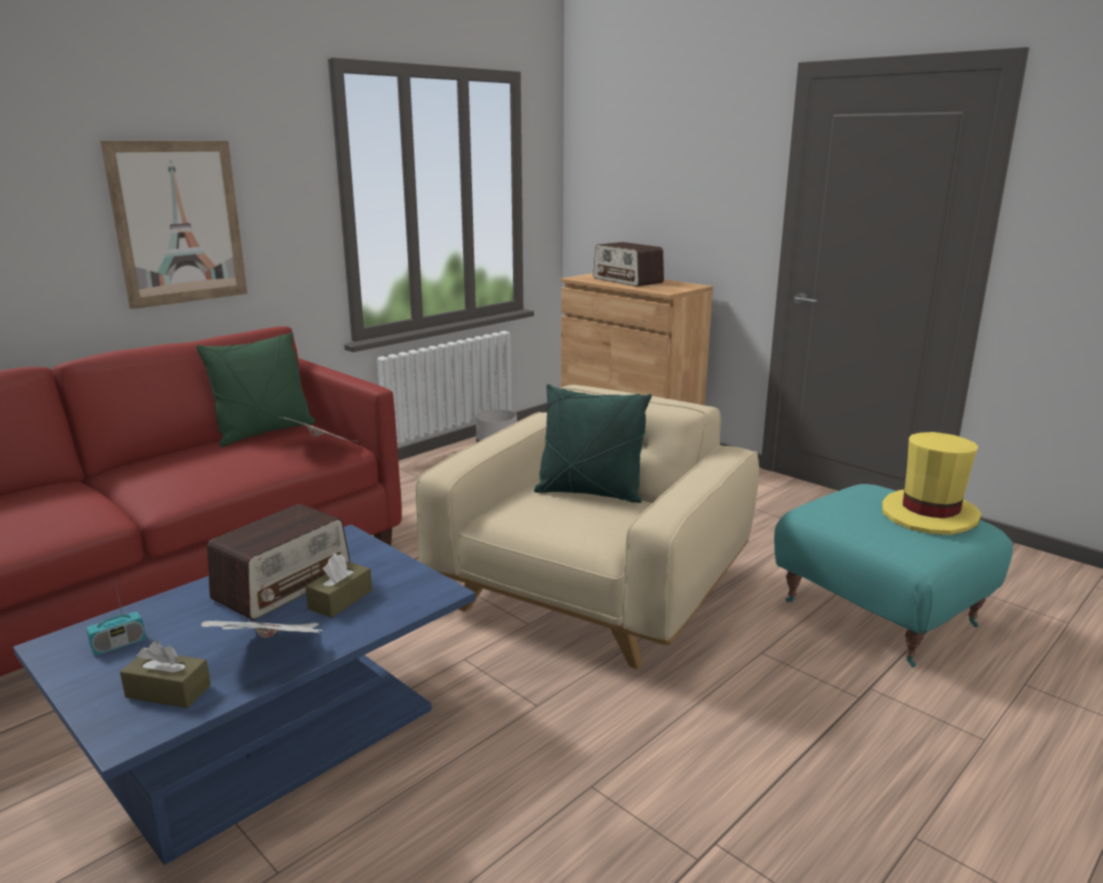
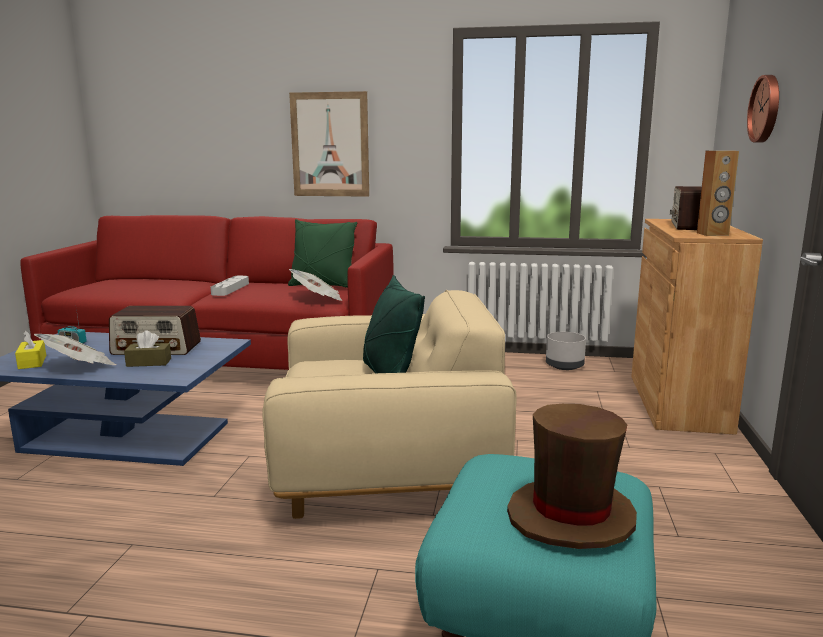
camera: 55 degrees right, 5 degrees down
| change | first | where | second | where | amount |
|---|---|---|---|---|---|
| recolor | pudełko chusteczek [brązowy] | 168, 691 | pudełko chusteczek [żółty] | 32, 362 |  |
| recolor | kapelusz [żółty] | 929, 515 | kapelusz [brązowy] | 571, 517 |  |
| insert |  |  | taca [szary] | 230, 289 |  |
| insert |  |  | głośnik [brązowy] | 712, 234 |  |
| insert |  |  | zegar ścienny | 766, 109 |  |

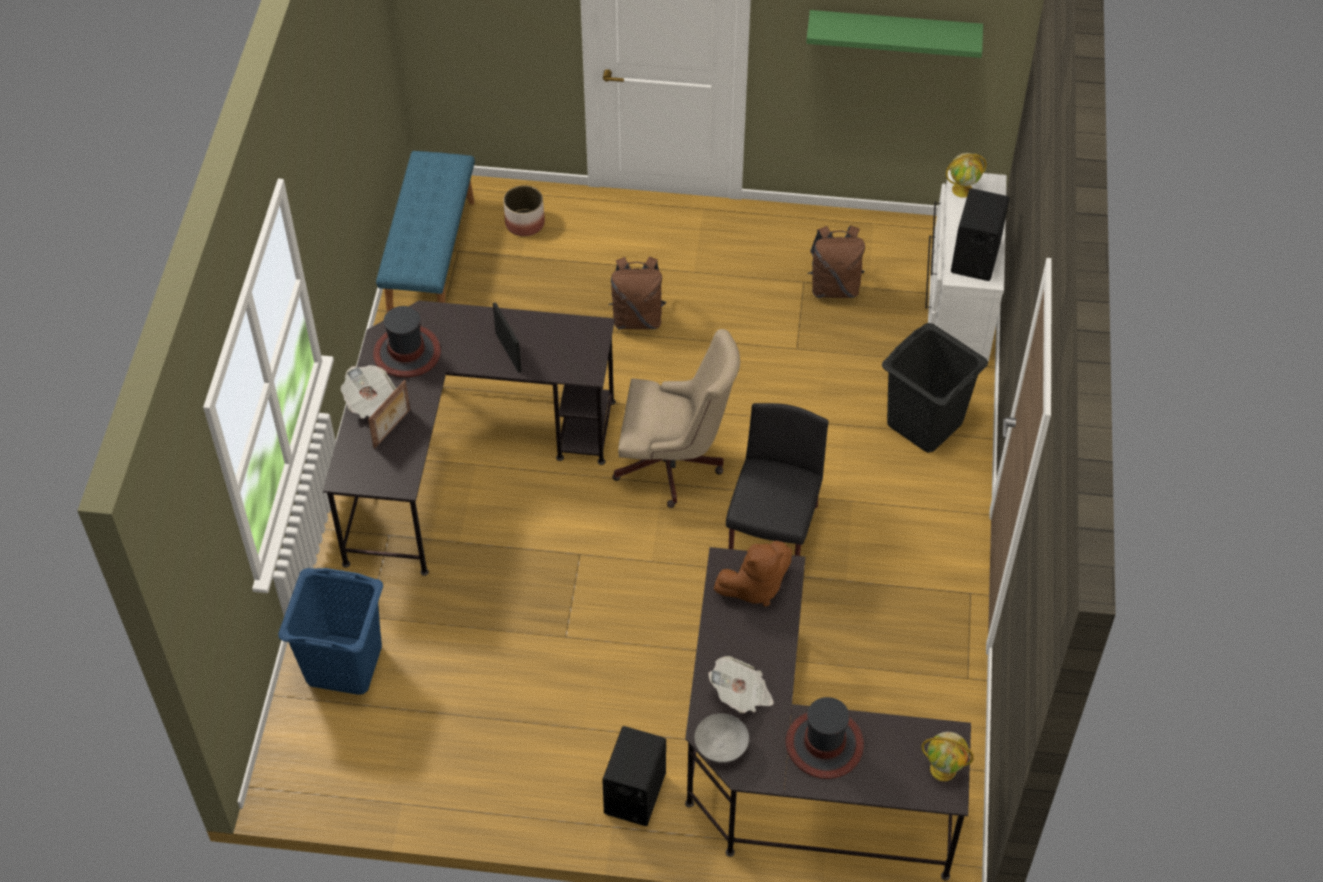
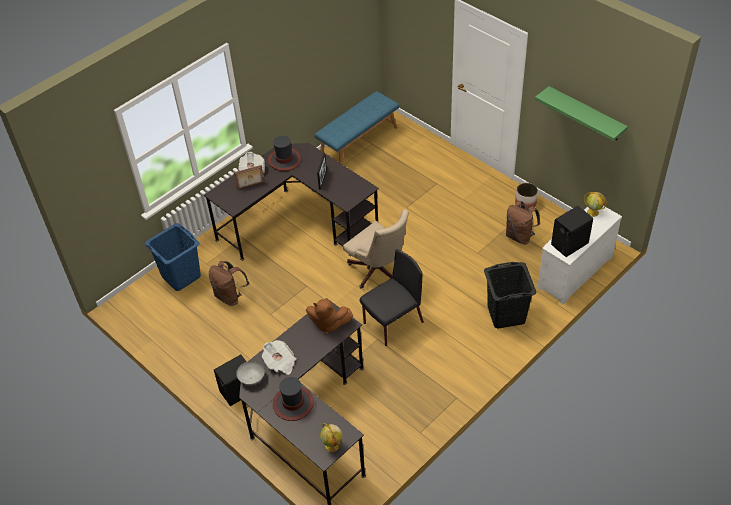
camera: 40 degrees right, 5 degrees down
| change | first | where | second | where | amount |
|---|---|---|---|---|---|
| move | donica | 524, 223 |  | 525, 203 |  |
| move | plecak [brązowy] | 637, 318 |  | 230, 296 |  |

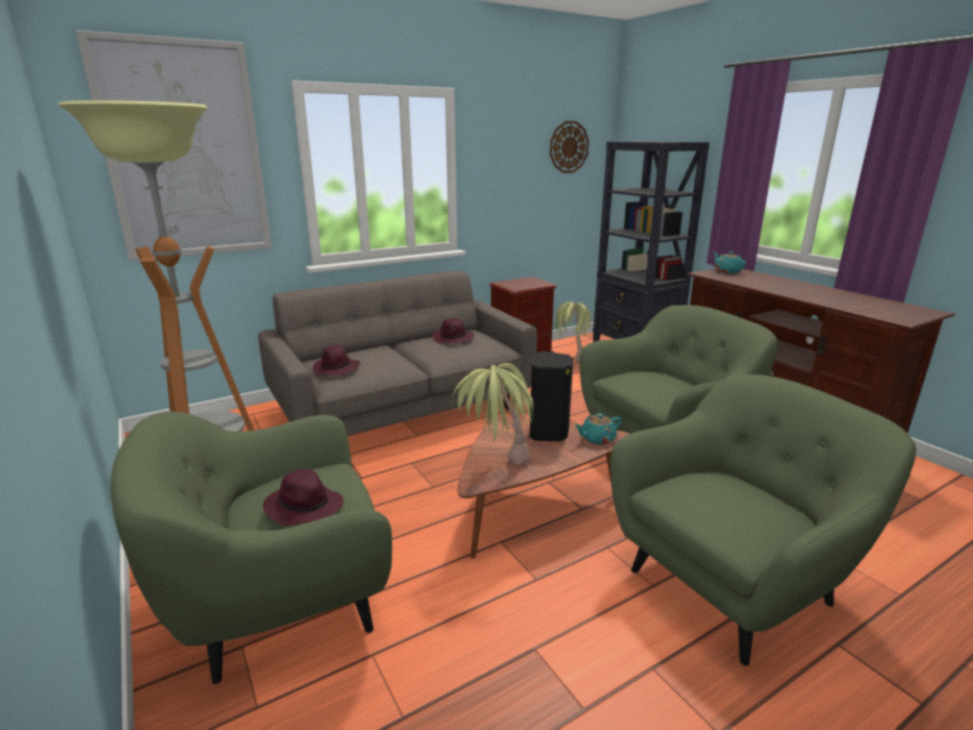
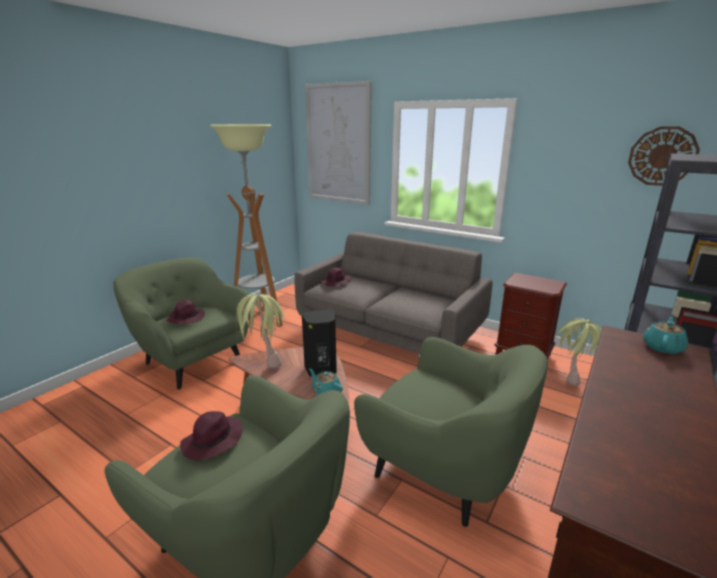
camera: 65 degrees right, 0 degrees up
| change | first | where | second | where | amount |
|---|---|---|---|---|---|
| move | kapelusz [fioletowy] | 453, 339 |  | 212, 441 |  |

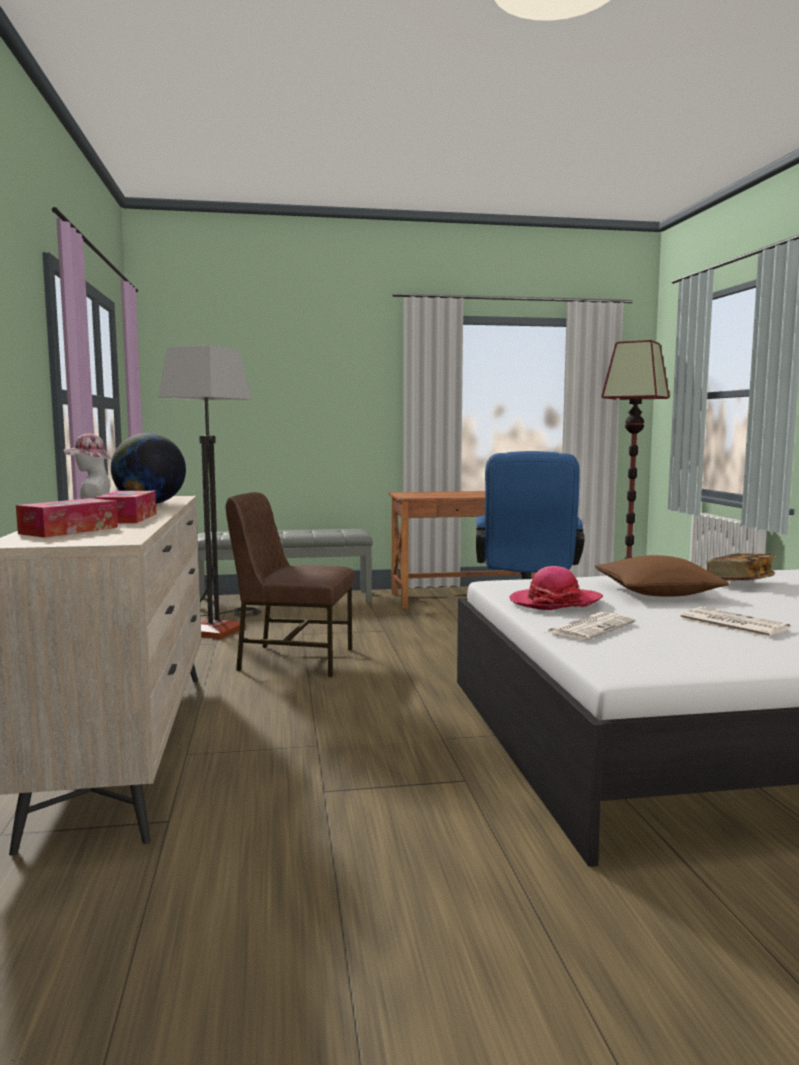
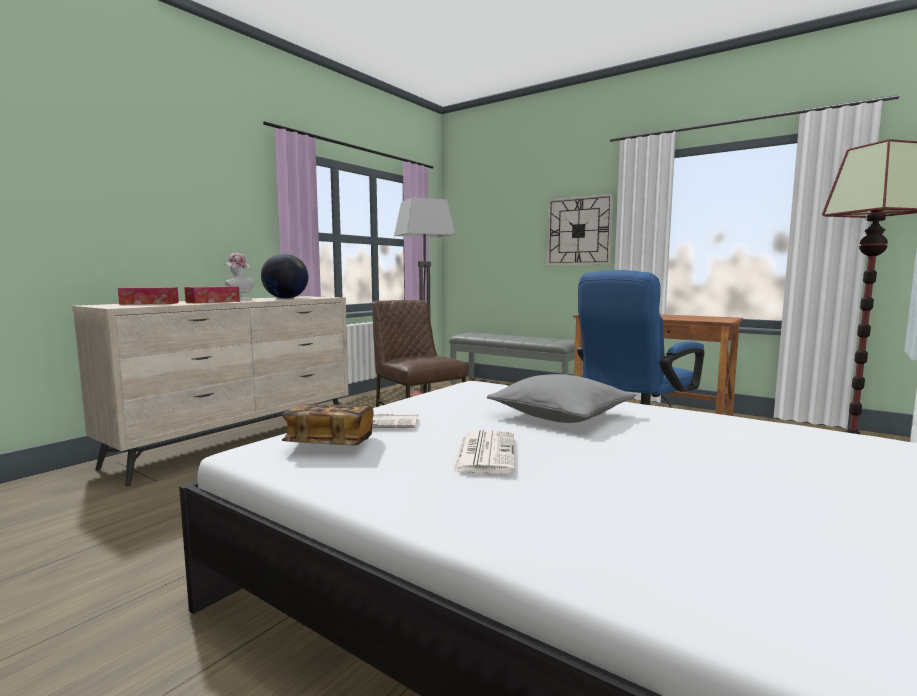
camera: 45 degrees right, 0 degrees up
| change | first | where | second | where | amount |
|---|---|---|---|---|---|
| delete | kapelusz | 555, 602 |  |  |  |
| recolor | poduszka [brązowy] | 657, 592 | poduszka [szary] | 561, 415 |  |
| move | książka | 740, 582 |  | 330, 443 |  |
| insert |  |  | zegar ścienny | 579, 231 |  |

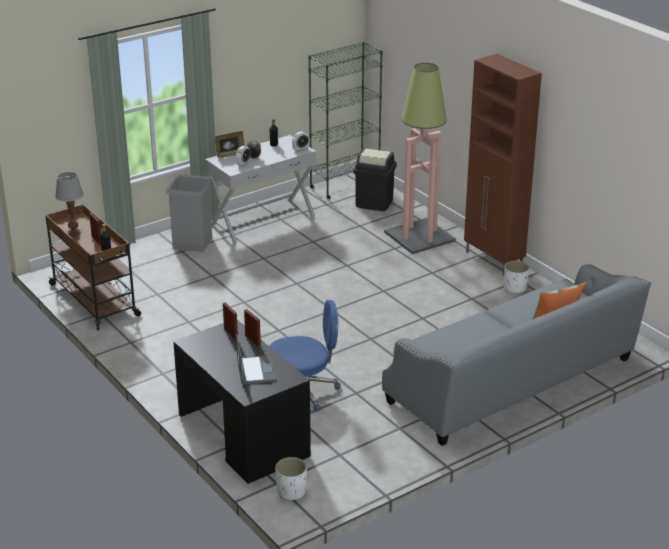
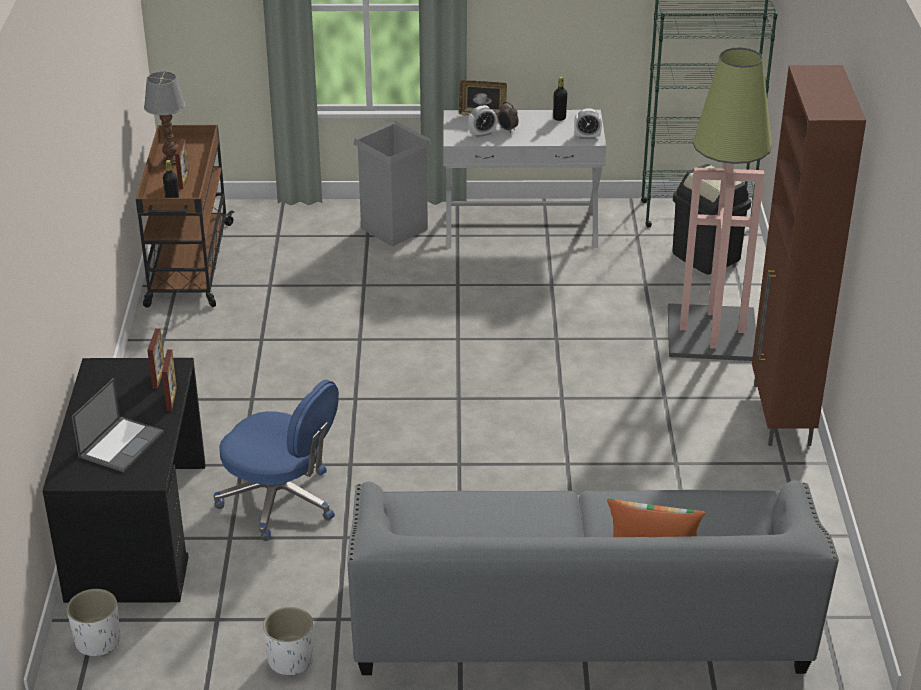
camera: 35 degrees right, 5 degrees up
| change | first | where | second | where | amount |
|---|---|---|---|---|---|
| move | donica [biały] | 514, 288 |  | 290, 660 |  |

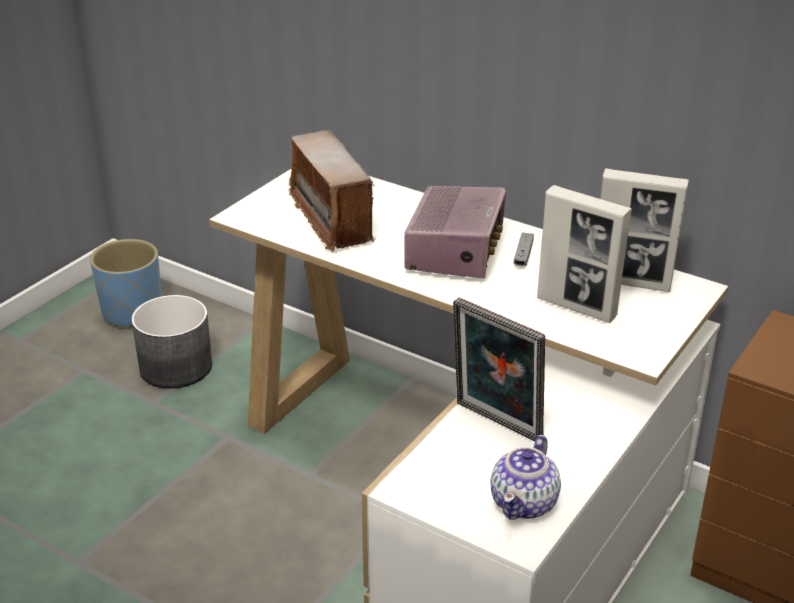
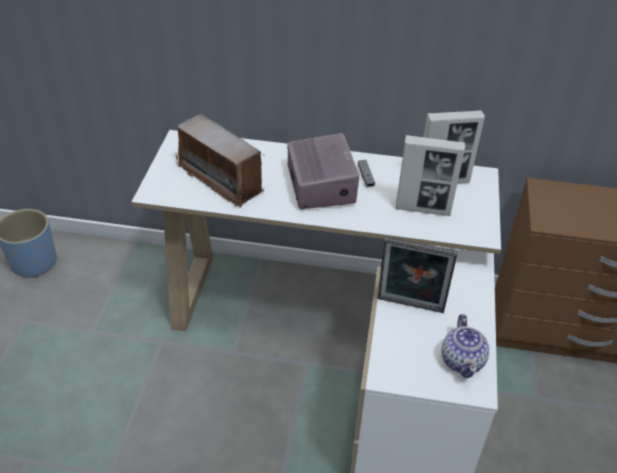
camera: 25 degrees left, 10 degrees up
| change | first | where | second | where | amount |
|---|---|---|---|---|---|
| delete | donica [szary] | 176, 367 |  |  |  |

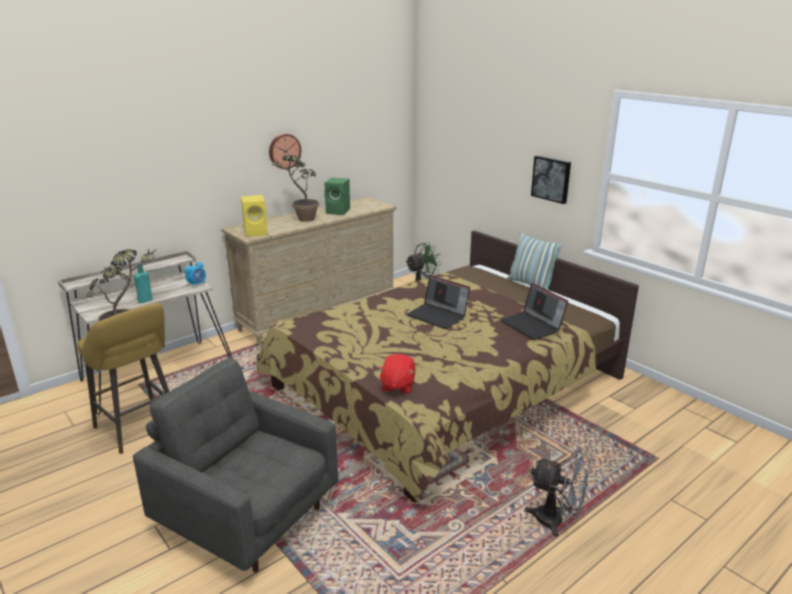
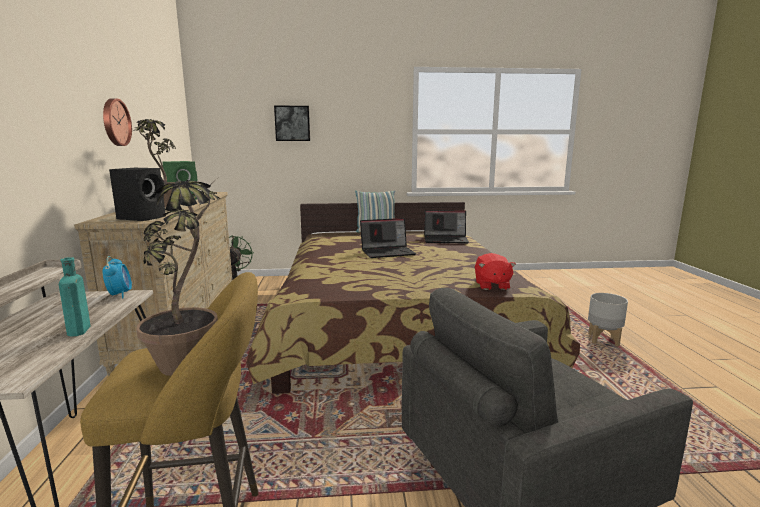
camera: 55 degrees left, 10 degrees down
| change | first | where | second | where | amount |
|---|---|---|---|---|---|
| recolor | głośnik [żółty] | 257, 232 | głośnik [czarny] | 143, 218 |  |
| rotate | pluszak [czerwony] | 397, 386 |  | 491, 285 | 45 degrees clockwise |
| replace | wentylator [szary] | 556, 521 | donica [szary] | 603, 340 |  |
| move | obraz | 551, 179 |  | 292, 123 |  |

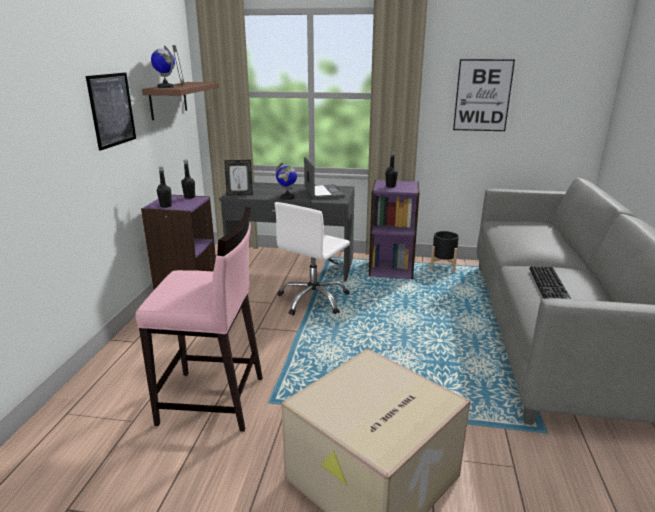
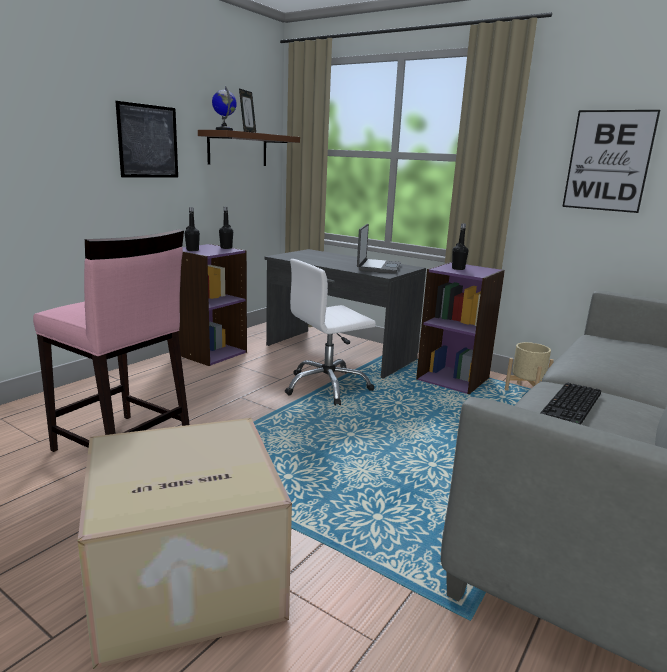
camera: 25 degrees right, 5 degrees down
| change | first | where | second | where | amount |
|---|---|---|---|---|---|
| delete | ramka na zdjęcie | 239, 194 |  |  |  |
| delete | globus | 287, 197 |  |  |  |
| recolor | donica [czarny] | 443, 266 | donica [beżowy] | 525, 391 |  |

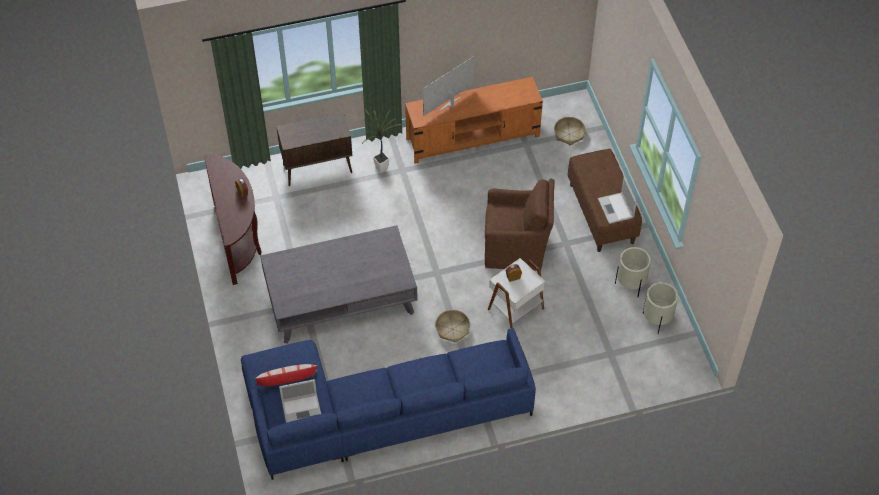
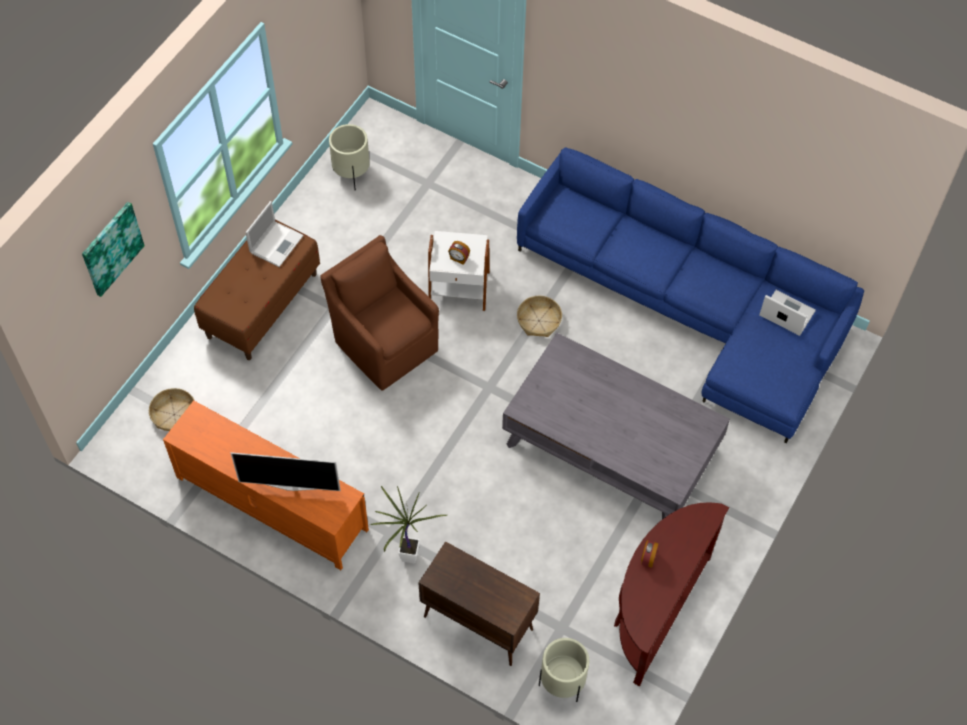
camera: 135 degrees left, 5 degrees up
| change | first | where | second | where | amount |
|---|---|---|---|---|---|
| delete | poduszka | 287, 381 |  |  |  |
| move | donica [beżowy] | 630, 285 |  | 562, 683 |  |
| insert |  |  | obraz | 111, 248 |  |

